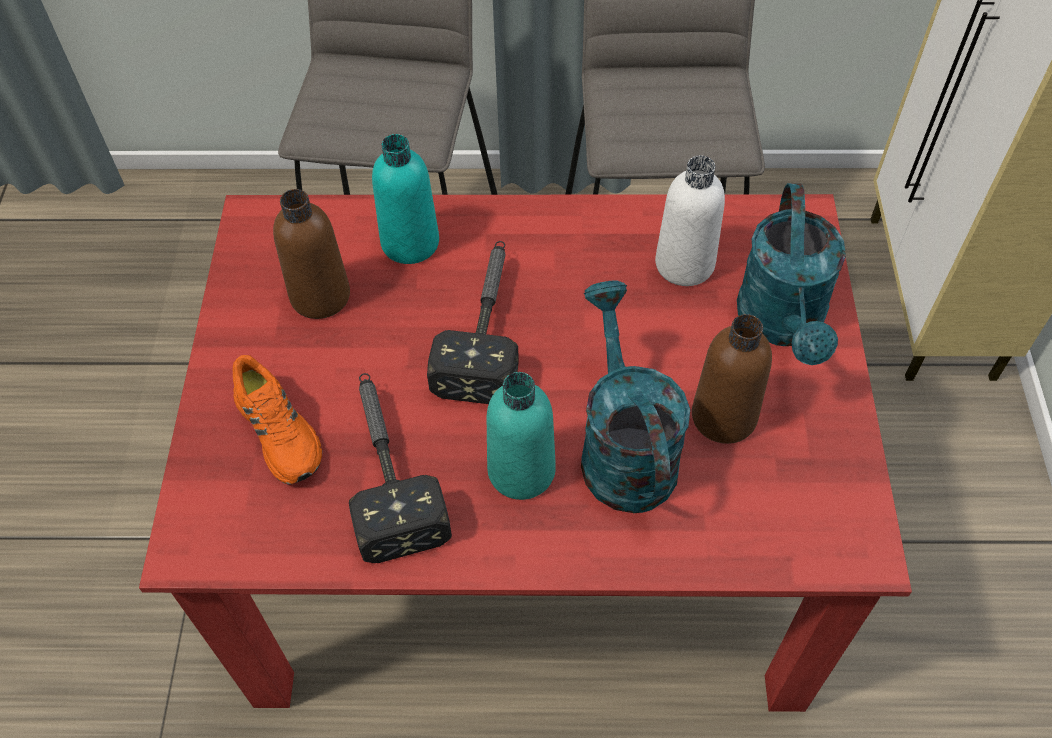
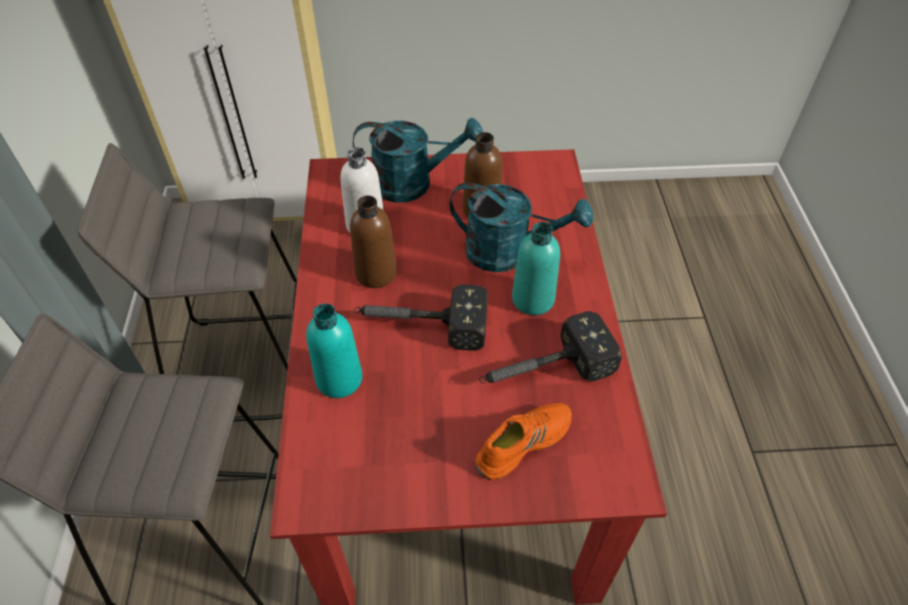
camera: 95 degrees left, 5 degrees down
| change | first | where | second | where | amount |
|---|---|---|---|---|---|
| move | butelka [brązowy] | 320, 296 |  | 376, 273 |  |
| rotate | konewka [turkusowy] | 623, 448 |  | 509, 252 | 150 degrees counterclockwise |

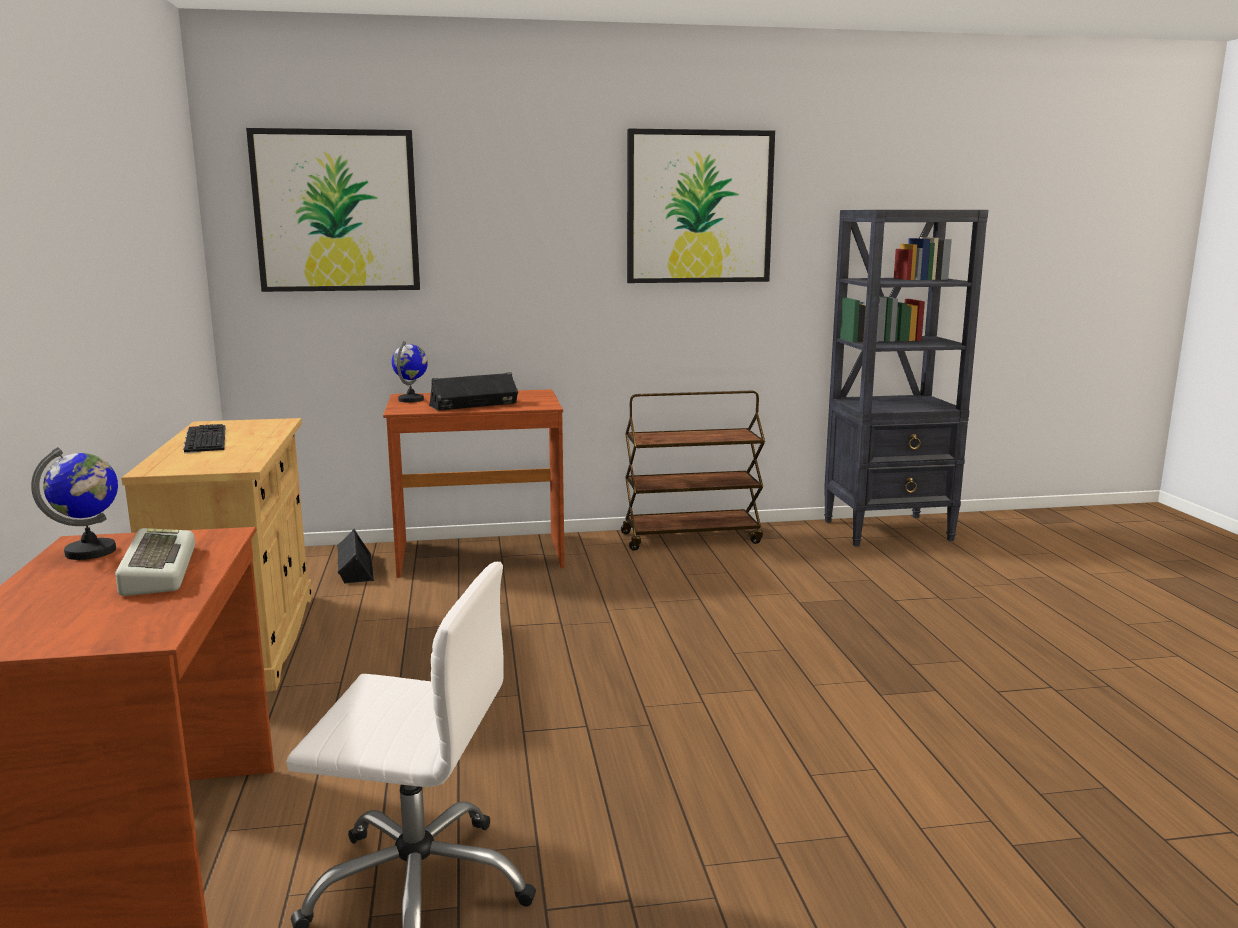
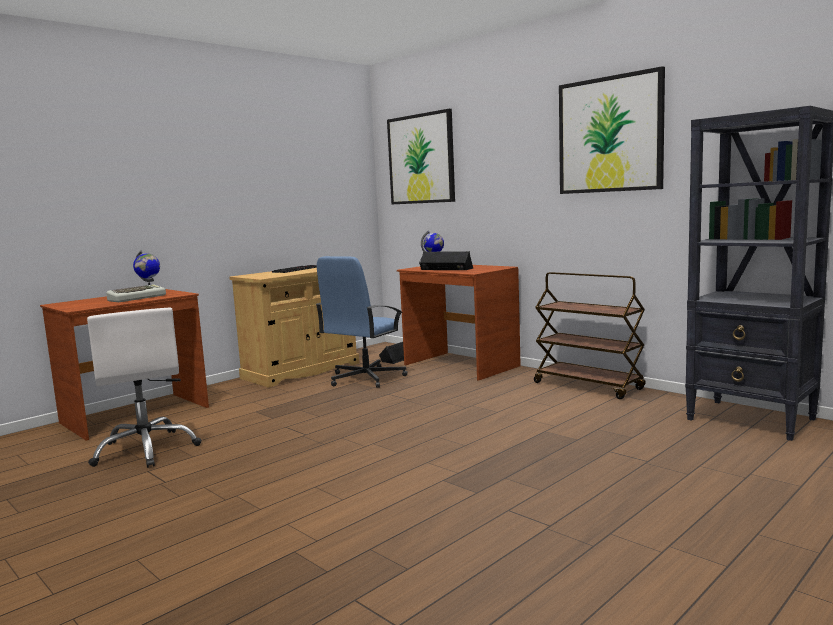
camera: 55 degrees right, 5 degrees down
| change | first | where | second | where | amount |
|---|---|---|---|---|---|
| insert |  |  | krzesło biurowe [niebieski] | 365, 378 |  |

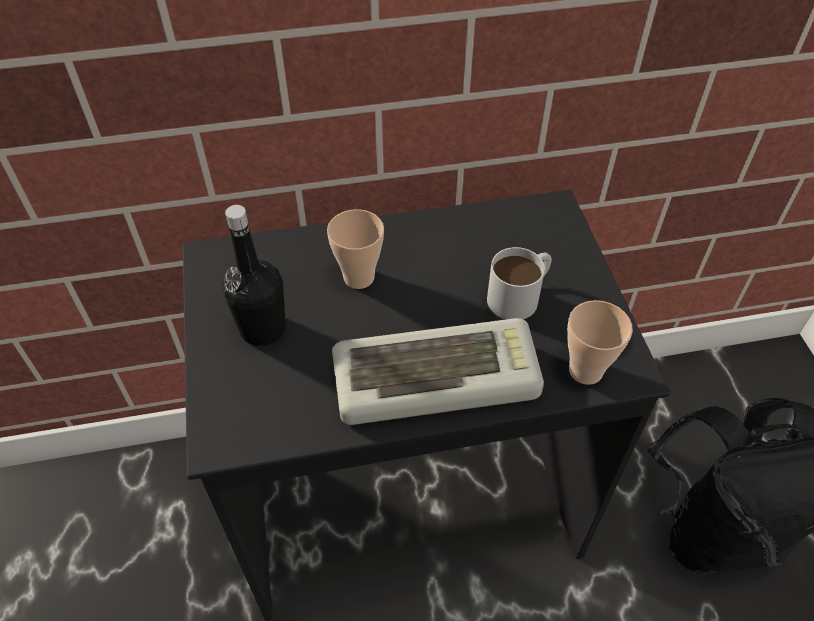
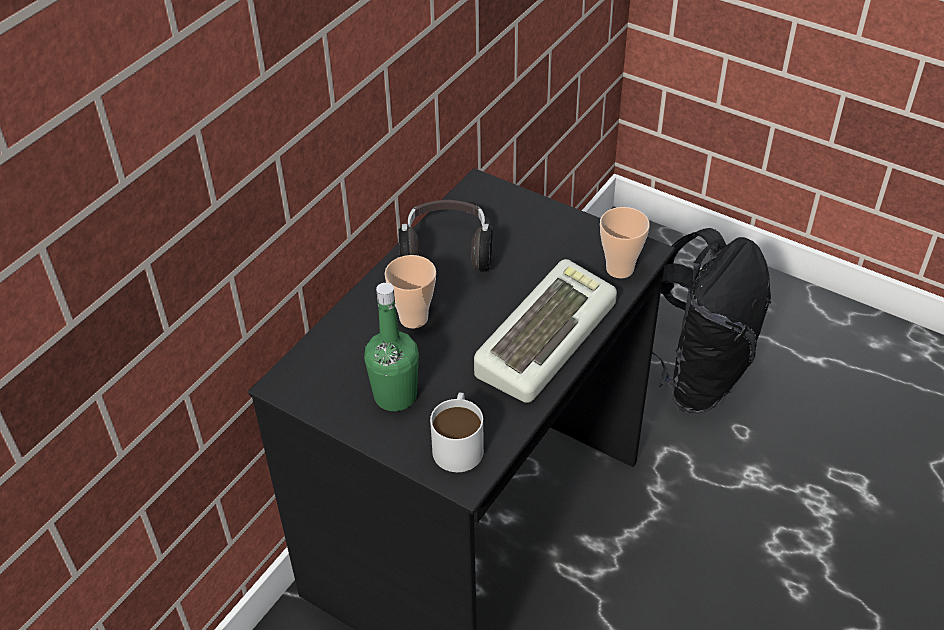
camera: 45 degrees left, 5 degrees down
| change | first | where | second | where | amount |
|---|---|---|---|---|---|
| recolor | butelka [czarny] | 263, 329 | butelka [zielony] | 395, 396 |  |
| move | kubek [biały] | 520, 295 |  | 459, 442 |  |
| insert |  |  | słuchawki | 446, 251 |  |

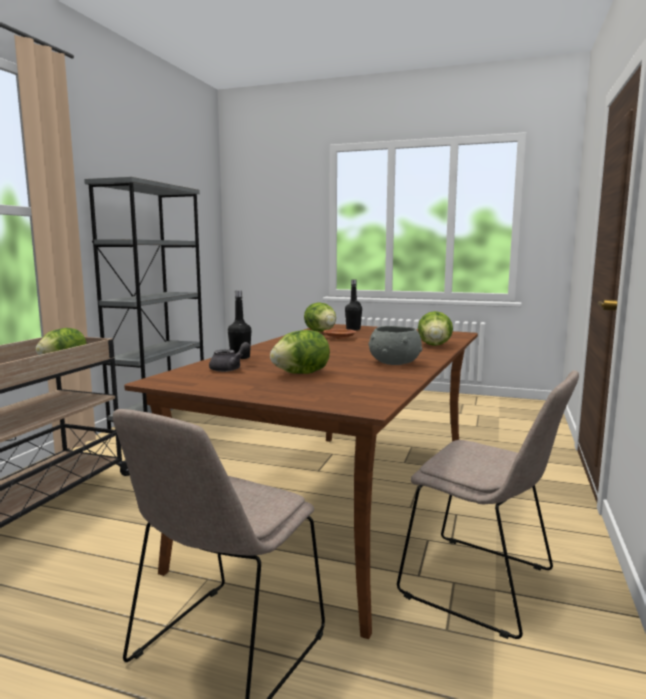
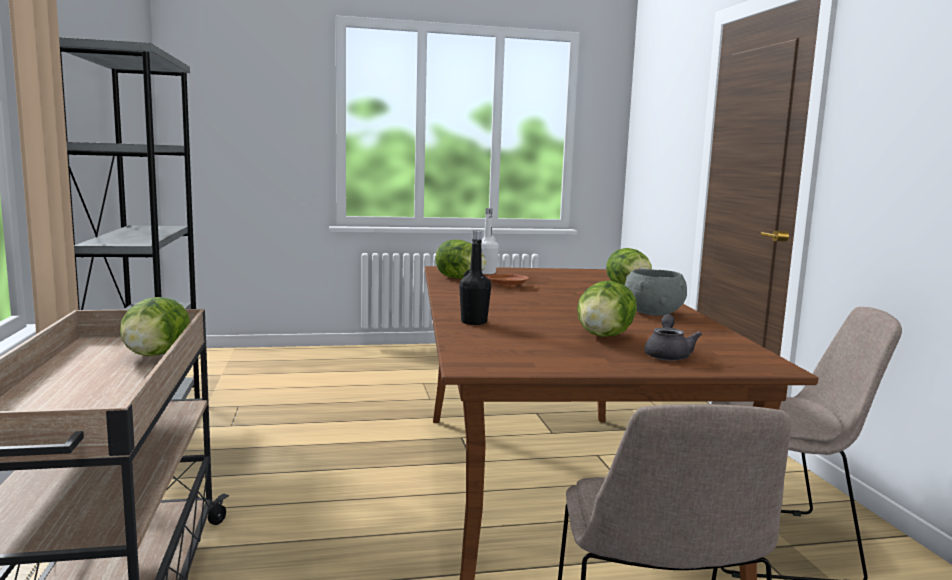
camera: 30 degrees left, 0 degrees up
| change | first | where | second | where | amount |
|---|---|---|---|---|---|
| move | imbryk [szary] | 230, 368 |  | 668, 355 |  |
| recolor | butelka [czarny] | 353, 329 | butelka [biały] | 486, 272 |  |

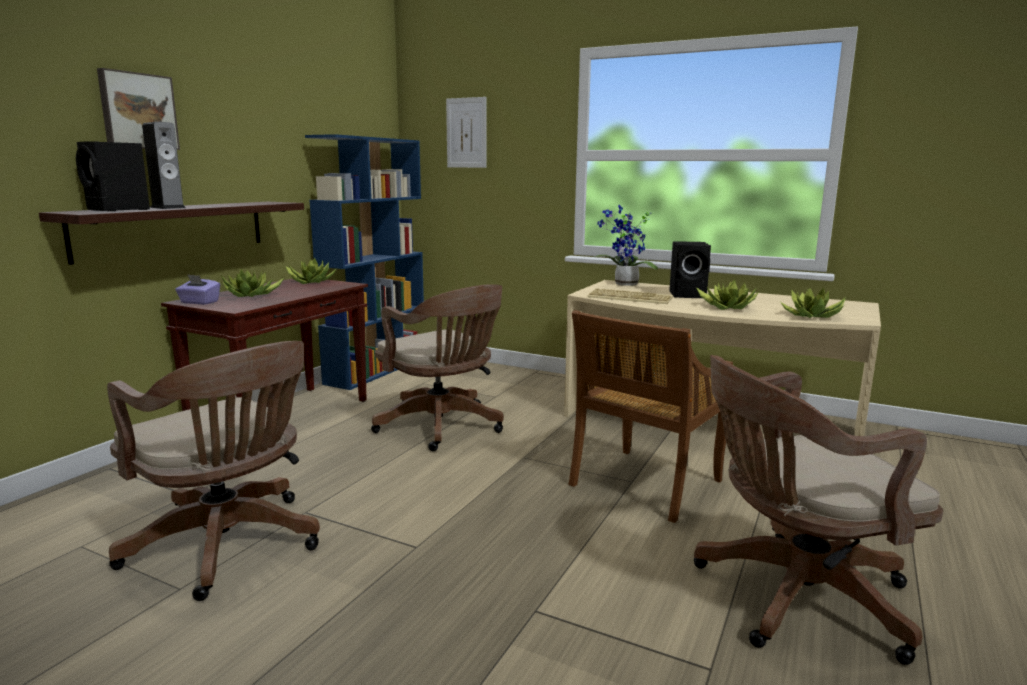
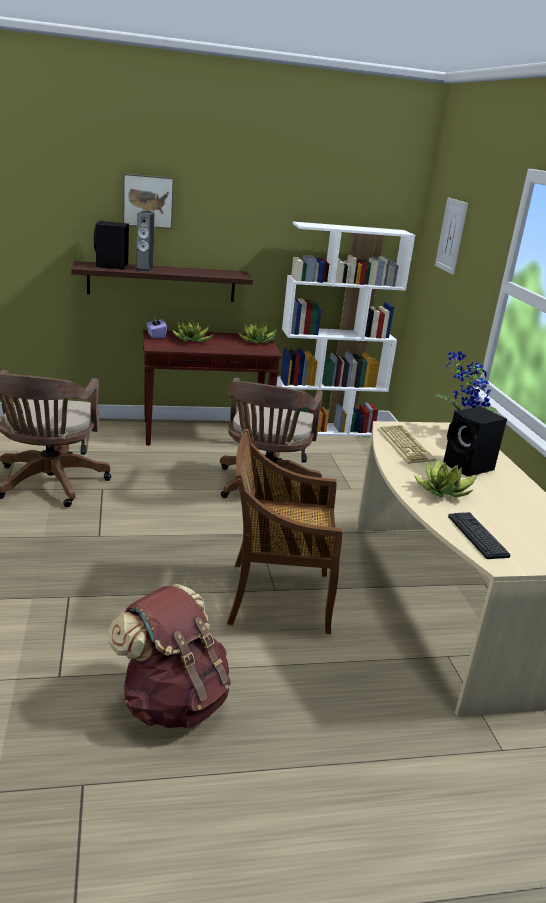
camera: 50 degrees right, 10 degrees up
| change | first | where | second | where | amount |
|---|---|---|---|---|---|
| recolor | regał [niebieski] | 376, 370 | regał [biały] | 326, 429 |  |
| replace | krzesło biurowe [brązowy] | 793, 597 | plecak [brązowy] | 172, 701 |  |
| replace | roślina doniczkowa | 812, 316 | klawiatura | 477, 536 |  |

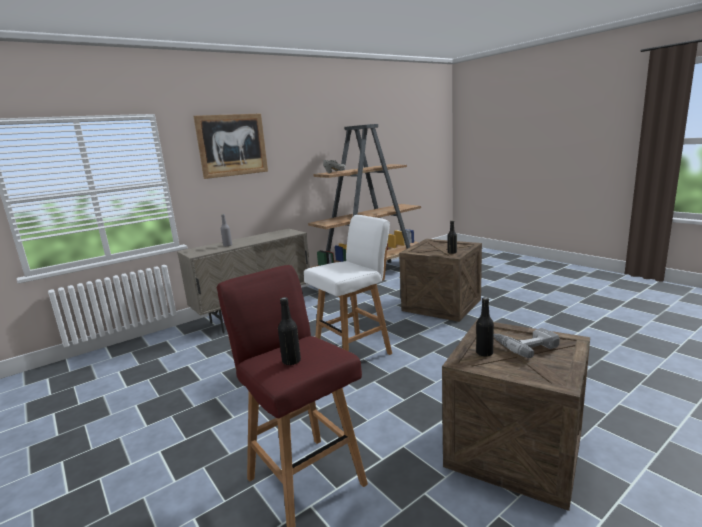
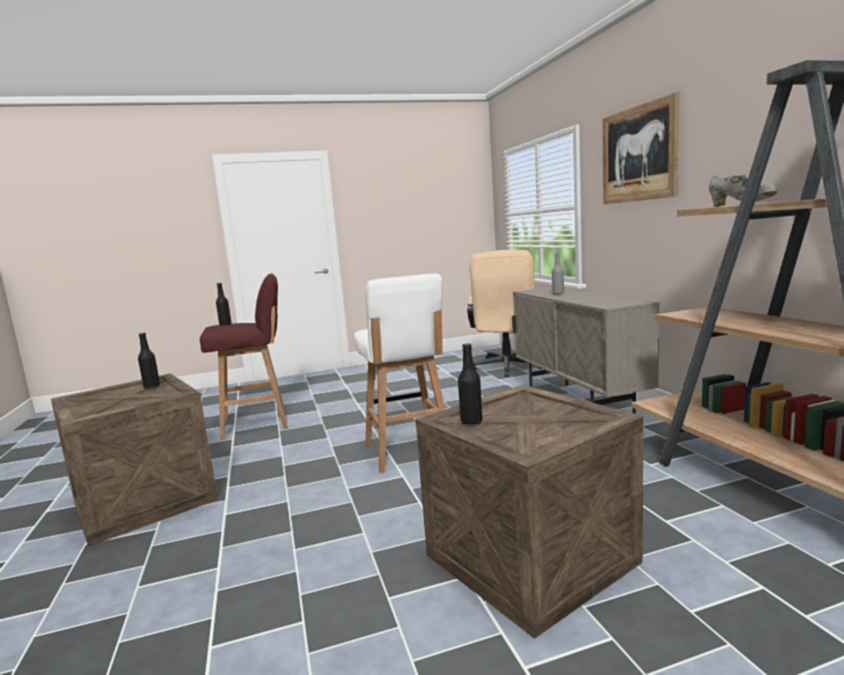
camera: 110 degrees right, 5 degrees down
| change | first | where | second | where | amount |
|---|---|---|---|---|---|
| delete | wiertarka | 525, 345 |  |  |  |
| insert |  |  | krzesło biurowe [beżowy] | 506, 369 |  |

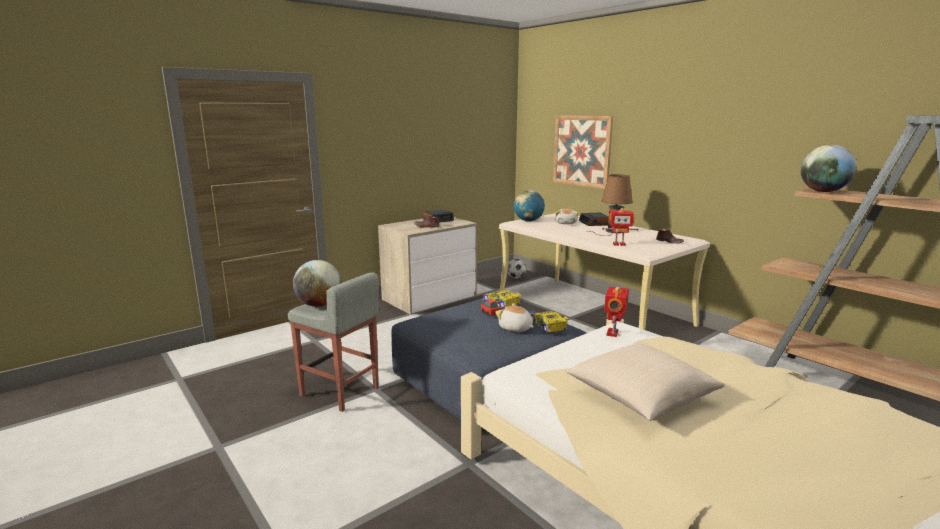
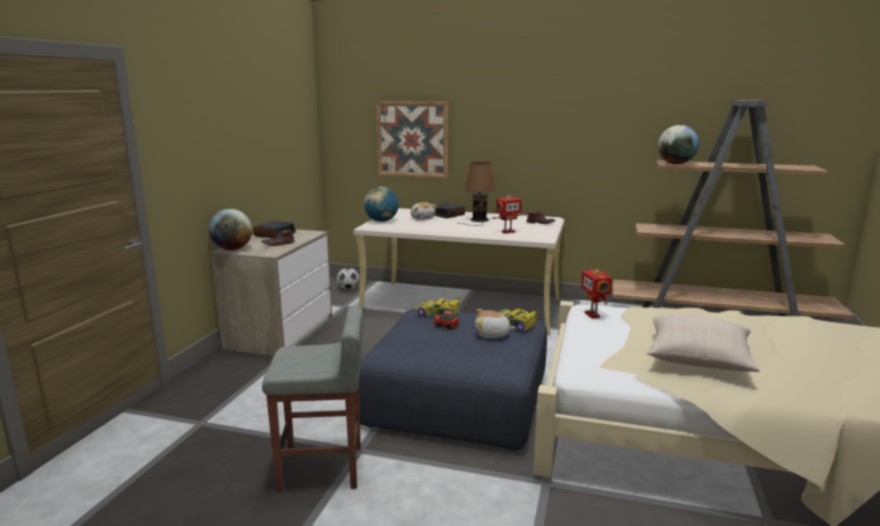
camera: 35 degrees left, 0 degrees up
| change | first | where | second | where | amount |
|---|---|---|---|---|---|
| move | globus | 319, 305 |  | 232, 249 |  |

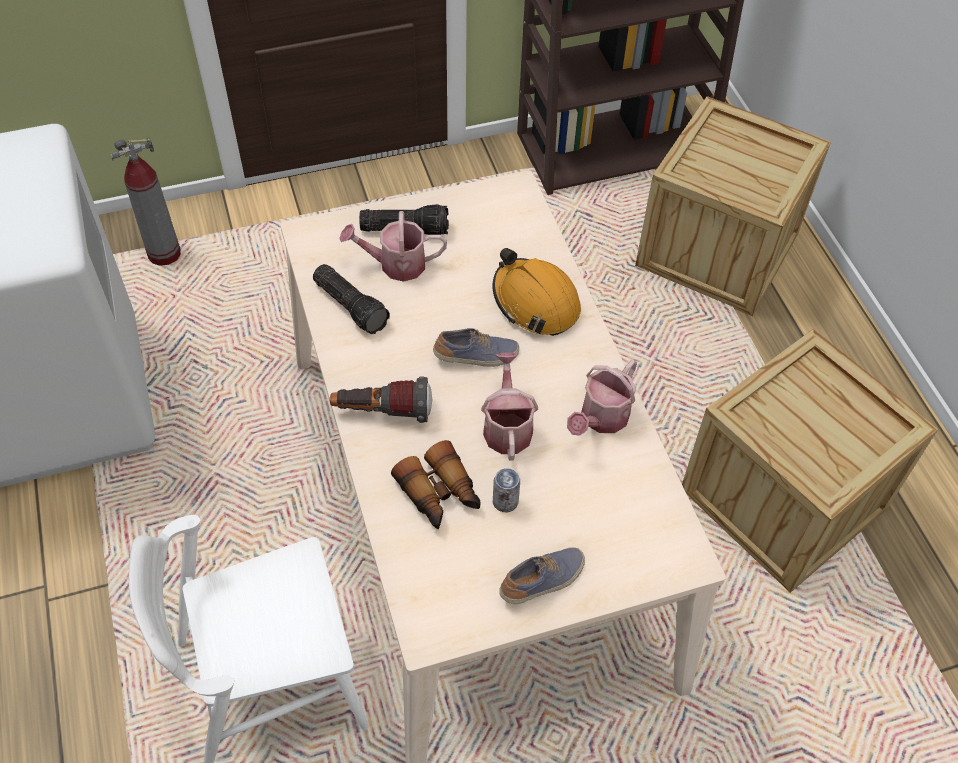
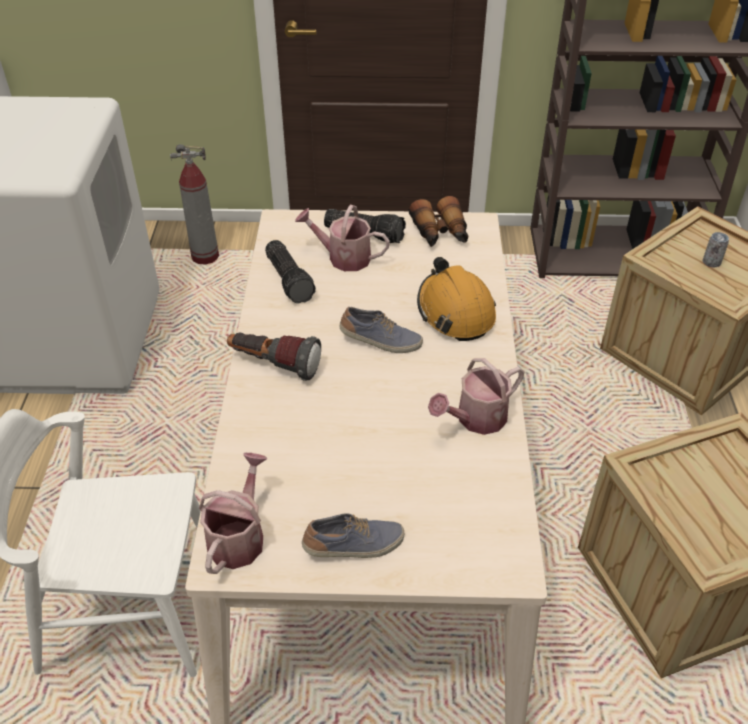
camera: 20 degrees right, 10 degrees down
| change | first | where | second | where | amount |
|---|---|---|---|---|---|
| move | lornetka | 440, 494 |  | 440, 233 |  |
| move | konewka | 507, 426 |  | 239, 536 |  |
| move | puszka | 505, 501 |  | 711, 262 |  |

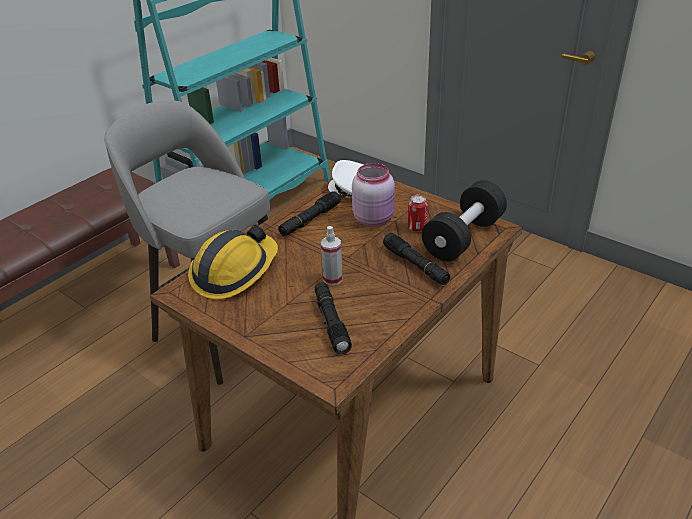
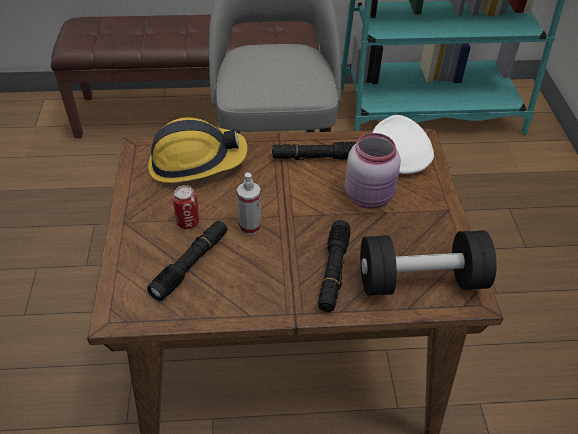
camera: 45 degrees right, 10 degrees up
| change | first | where | second | where | amount |
|---|---|---|---|---|---|
| move | puszka | 417, 228 |  | 188, 222 |  |

